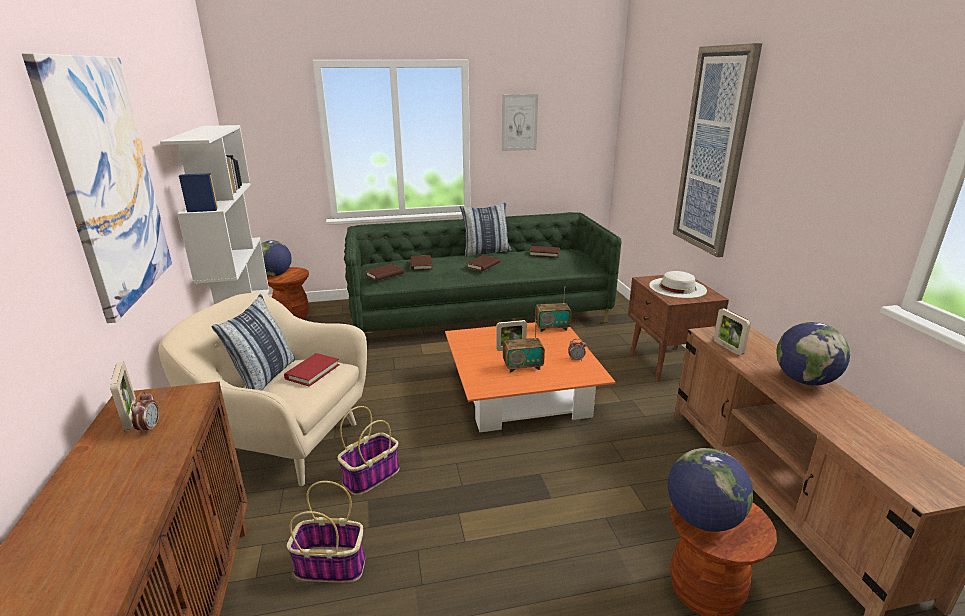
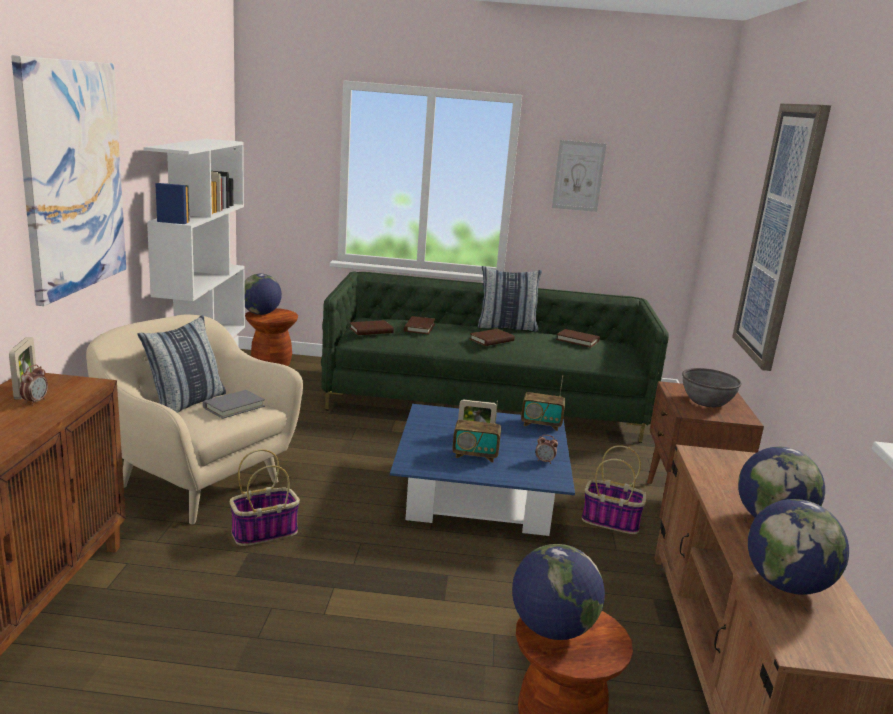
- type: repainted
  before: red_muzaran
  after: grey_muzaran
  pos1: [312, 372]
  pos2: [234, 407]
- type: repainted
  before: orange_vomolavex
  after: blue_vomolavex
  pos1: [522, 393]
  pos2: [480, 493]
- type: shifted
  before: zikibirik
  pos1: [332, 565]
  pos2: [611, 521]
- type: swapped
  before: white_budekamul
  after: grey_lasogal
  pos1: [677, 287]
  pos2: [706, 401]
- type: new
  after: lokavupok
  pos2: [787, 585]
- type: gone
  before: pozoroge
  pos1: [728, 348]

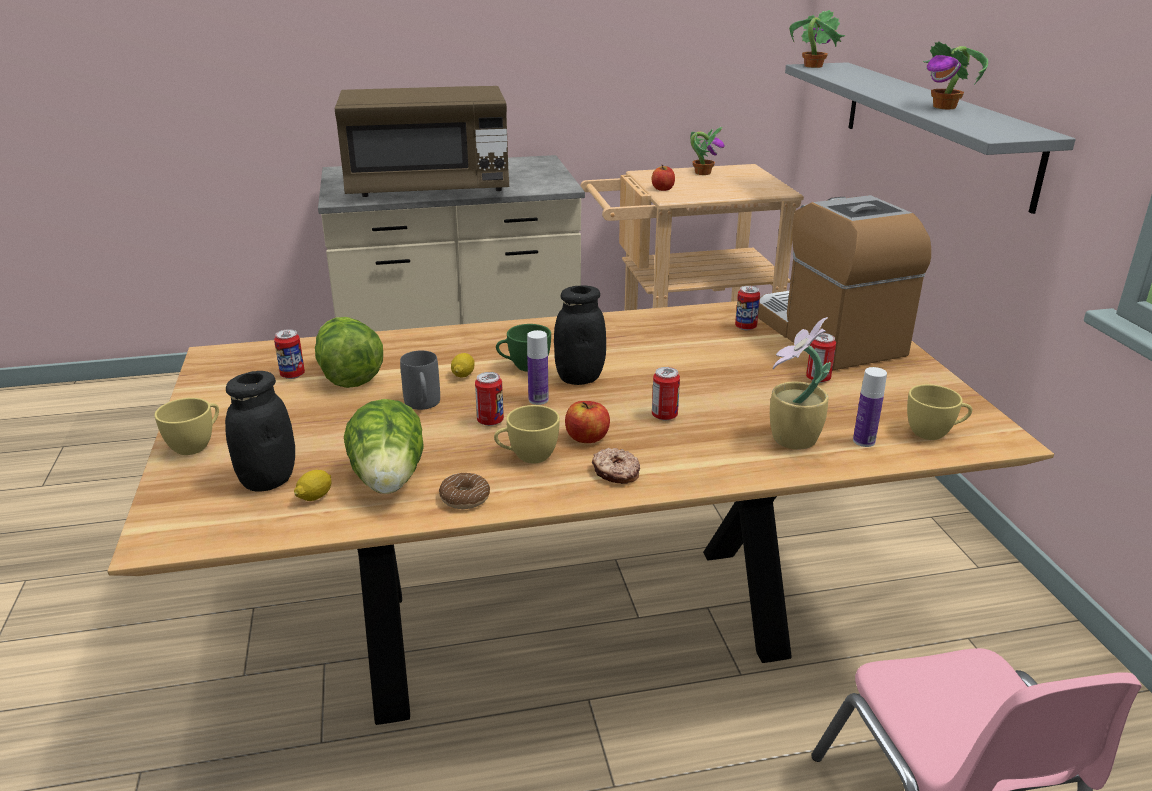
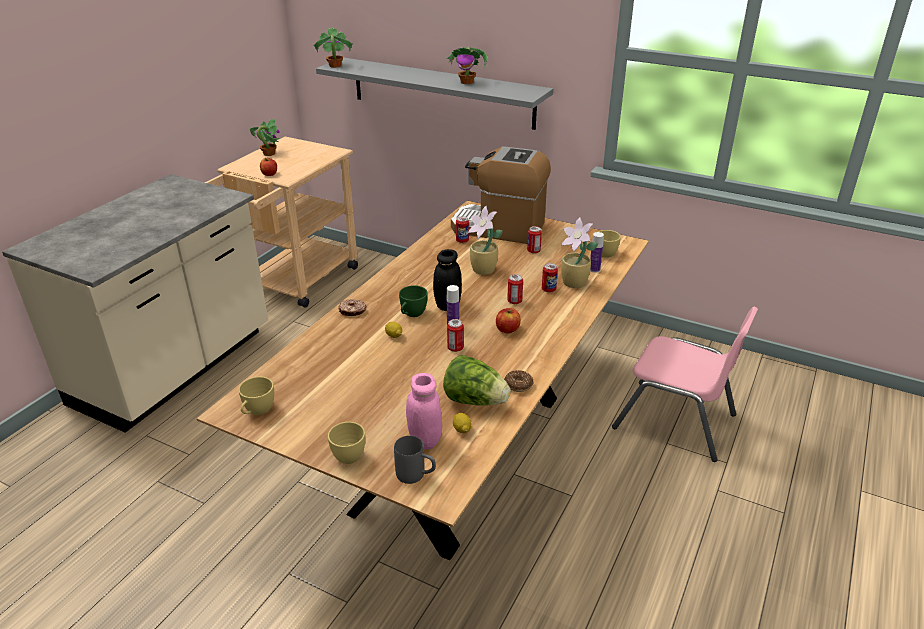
- type: shifted
  before: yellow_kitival
  pos1: [527, 457]
  pos2: [257, 411]
- type: shifted
  before: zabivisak
  pos1: [615, 473]
  pos2: [352, 311]
- type: shifted
  before: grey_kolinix
  pos1: [423, 405]
  pos2: [416, 475]
- type: repainted
  before: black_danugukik
  after: pink_danugukik
  pos1: [268, 480]
  pos2: [425, 440]
- type: new
  after: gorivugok
  pos2: [483, 270]
- type: shifted
  before: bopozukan
  pos1: [292, 375]
  pos2: [548, 290]
- type: gone
  before: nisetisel
  pos1: [348, 375]
- type: gone
  before: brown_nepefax
  pos1: [428, 188]

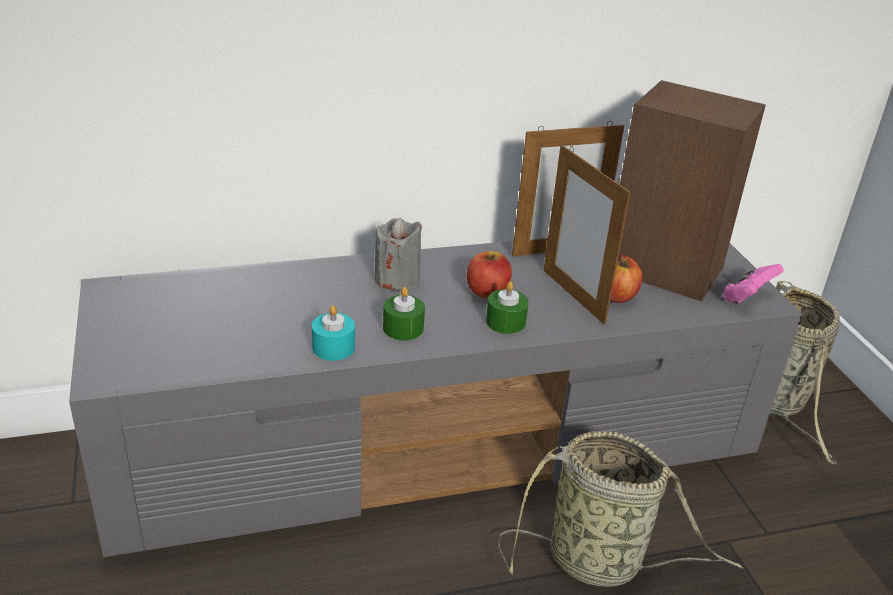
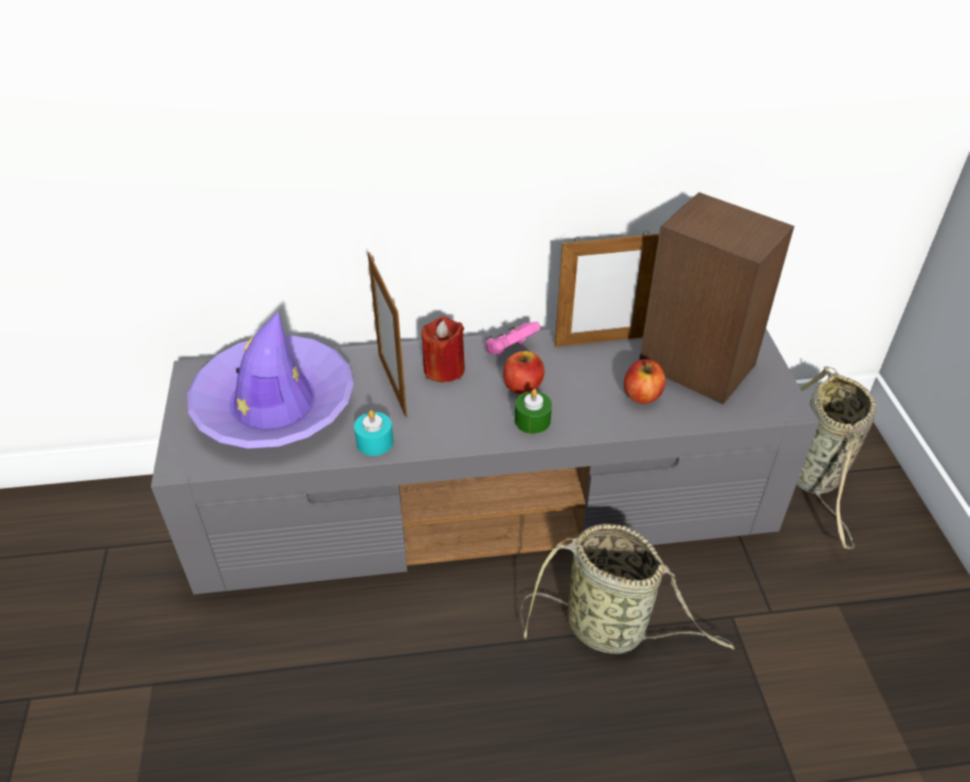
- type: new
  after: purple_budekamul
  pos2: [274, 405]
- type: shifted
  before: pozoroge
  pos1: [573, 296]
  pos2: [392, 385]
- type: repainted
  before: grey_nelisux
  after: red_nelisux
  pos1: [397, 279]
  pos2: [444, 369]
- type: shifted
  before: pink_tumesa
  pos1: [746, 298]
  pos2: [510, 350]
- type: gone
  before: green_nelisux
  pos1: [403, 328]

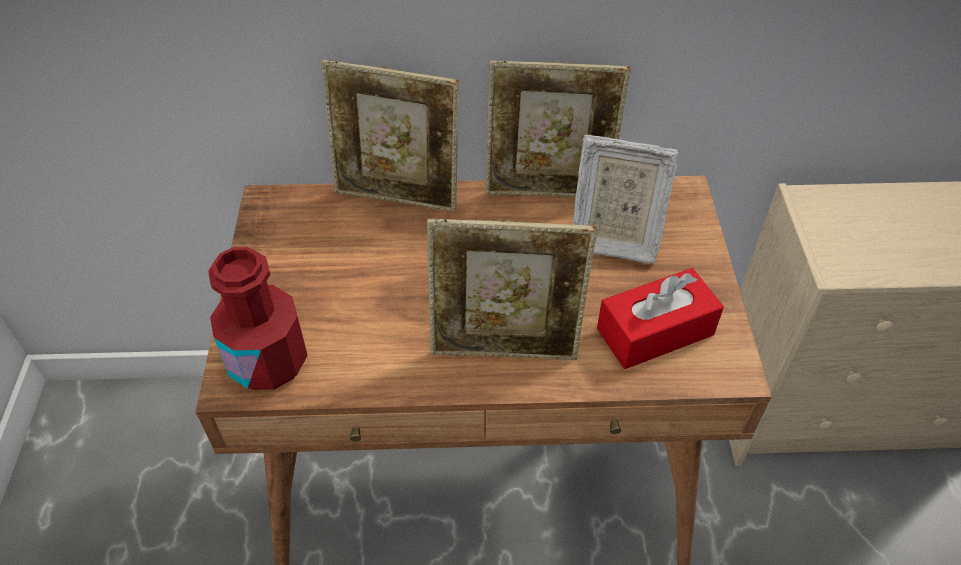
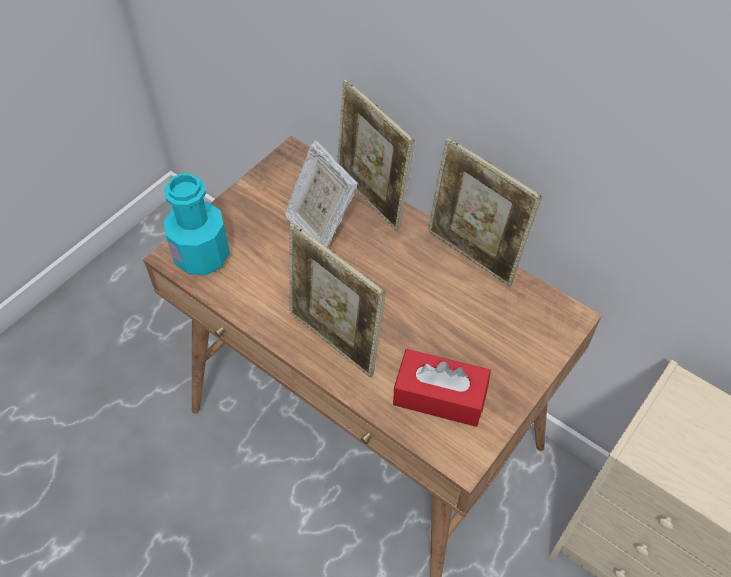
- type: repainted
  before: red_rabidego
  after: turquoise_rabidego
  pos1: [268, 361]
  pos2: [202, 256]
- type: shifted
  before: pozoroge
  pos1: [613, 238]
  pos2: [320, 226]

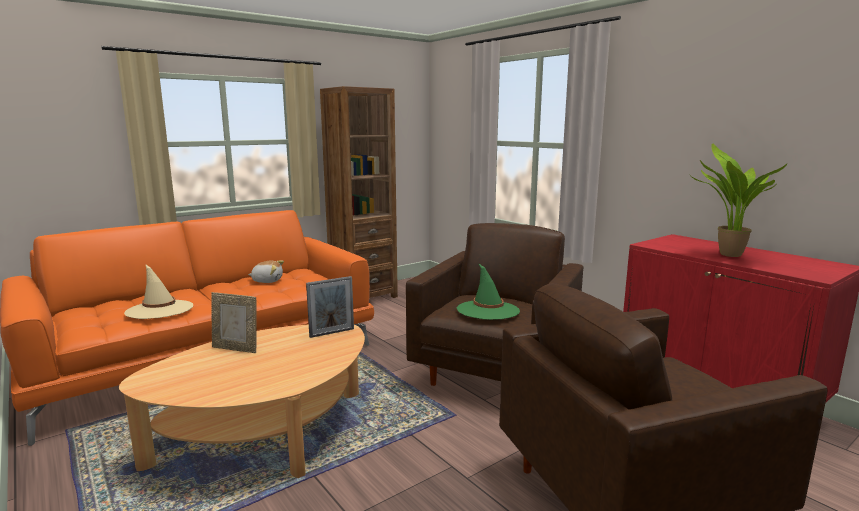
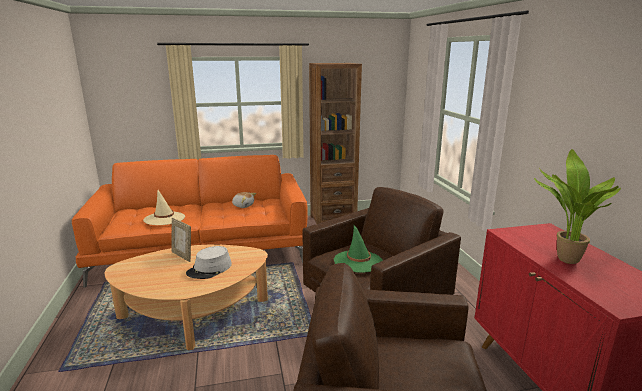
- type: new
  after: grey_budekamul
  pos2: [209, 269]
- type: gone
  before: pozoroge
  pos1: [332, 333]

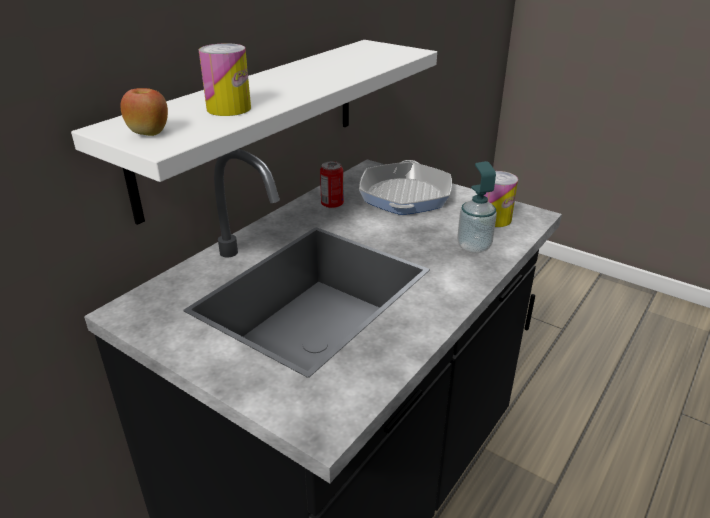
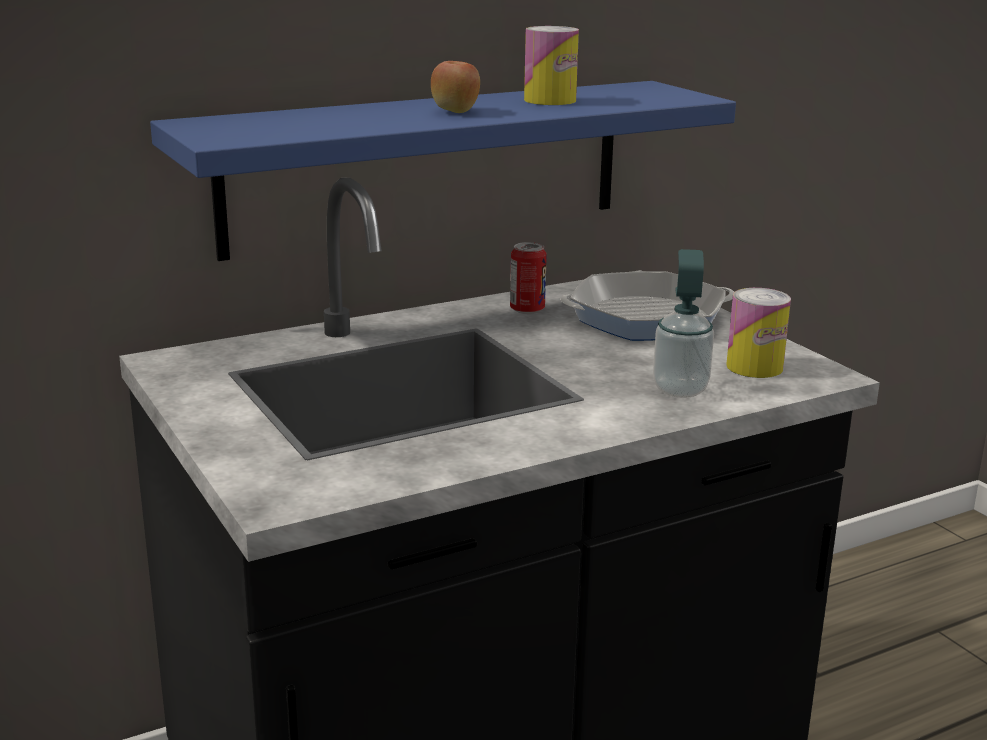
- type: repainted
  before: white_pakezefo
  after: blue_pakezefo
  pos1: [254, 122]
  pos2: [427, 166]
- type: shifted
  before: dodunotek
  pos1: [149, 133]
  pos2: [455, 111]
- type: shifted
  before: bopozukan
  pos1: [229, 108]
  pos2: [550, 100]
- type: rotated
  before: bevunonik
  pos1: [405, 195]
  pos2: [647, 318]
  turn: 45

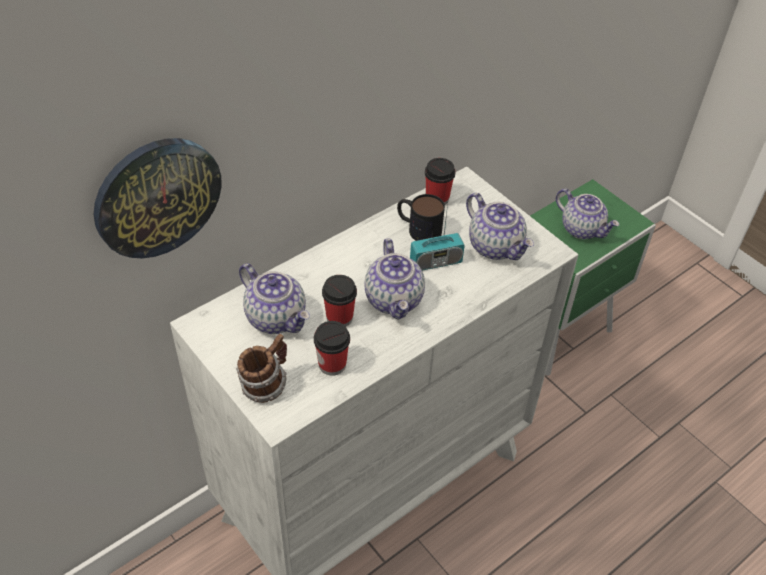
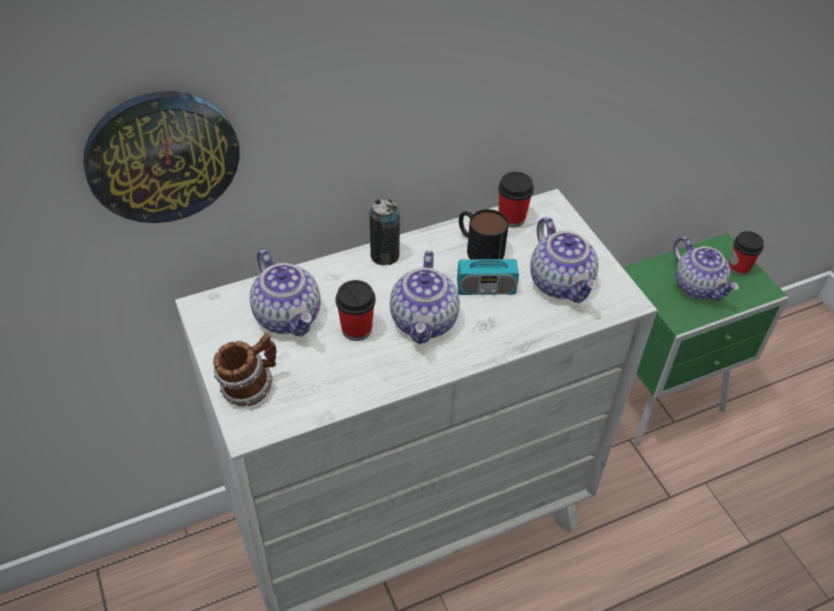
- type: new
  after: bopozukan
  pos2: [385, 255]
- type: shifted
  before: kitival
  pos1: [332, 364]
  pos2: [738, 268]

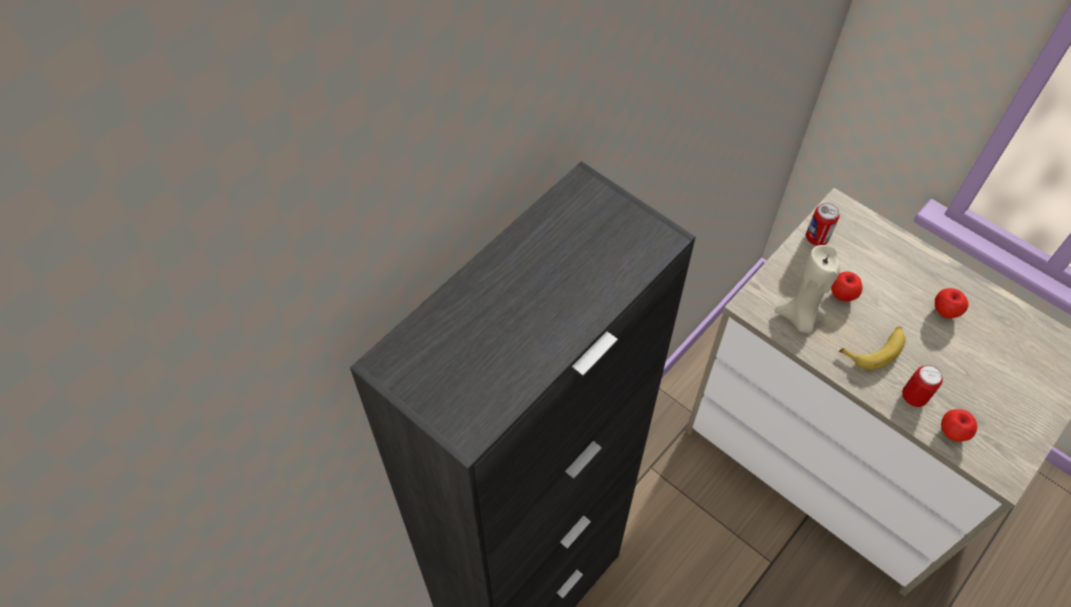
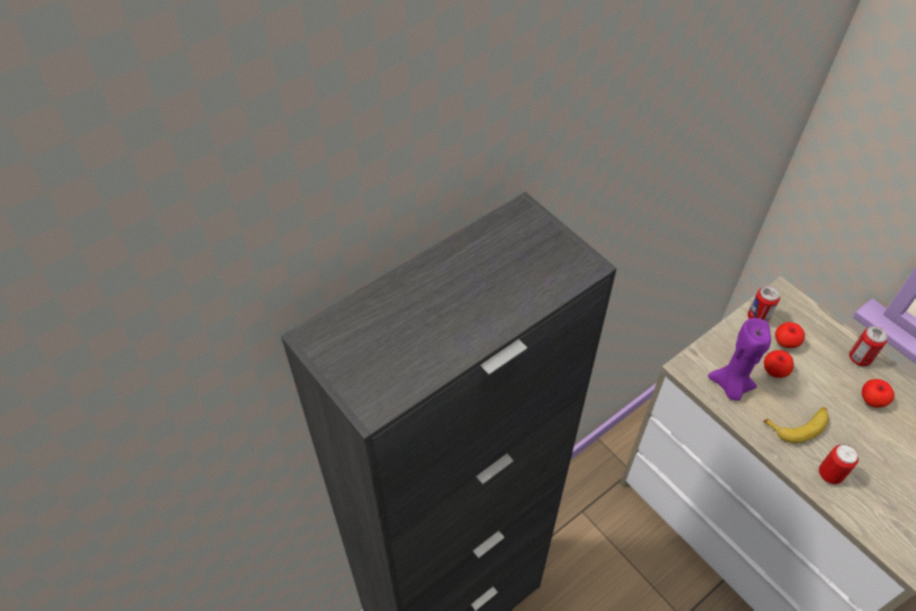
- type: repainted
  before: beige_nelisux
  after: purple_nelisux
  pos1: [800, 318]
  pos2: [731, 386]
- type: shifted
  before: dodunotek
  pos1: [952, 432]
  pos2: [785, 343]
- type: new
  after: bopozukan
  pos2: [859, 358]

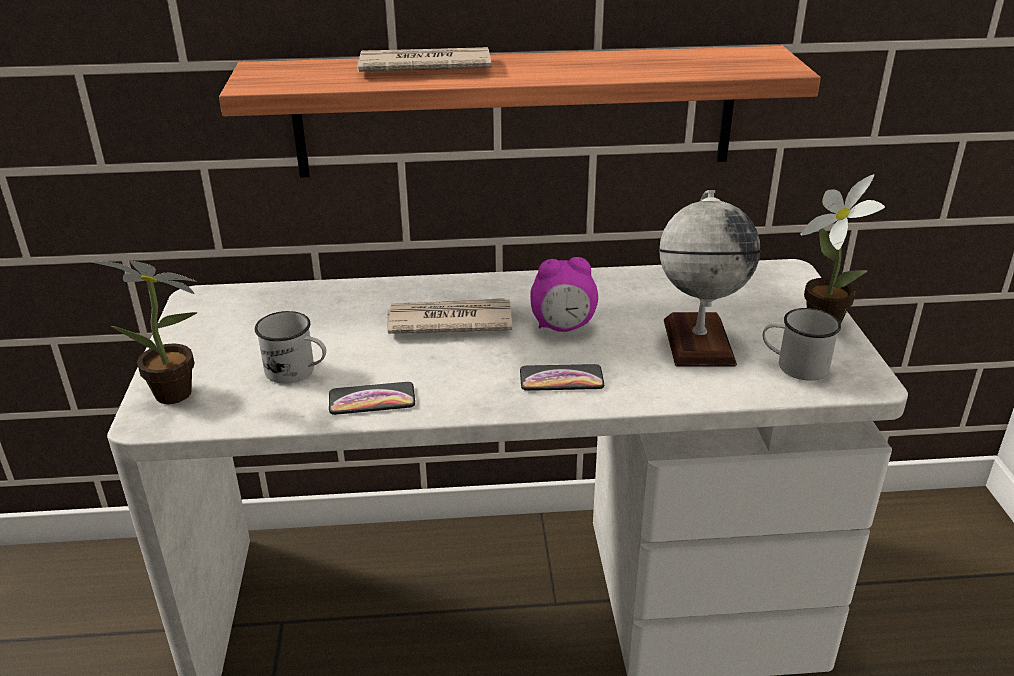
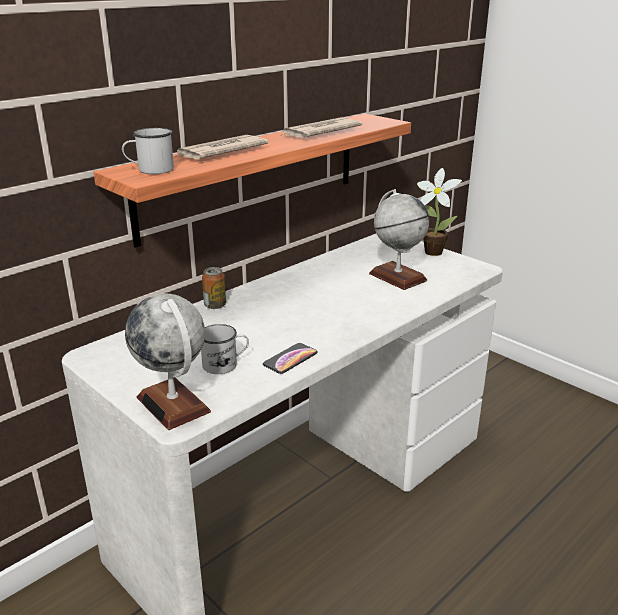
- type: shifted
  before: white_kolinix
  pos1: [794, 366]
  pos2: [150, 170]
- type: swapped
  before: gorivugok
  after: lokavupok
  pos1: [178, 395]
  pos2: [173, 404]
- type: new
  after: bopozukan
  pos2: [215, 305]
- type: shifted
  before: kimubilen
  pos1: [448, 321]
  pos2: [319, 132]
- type: gone
  before: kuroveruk
  pos1: [561, 379]
- type: gone
  before: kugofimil
  pos1: [563, 327]

